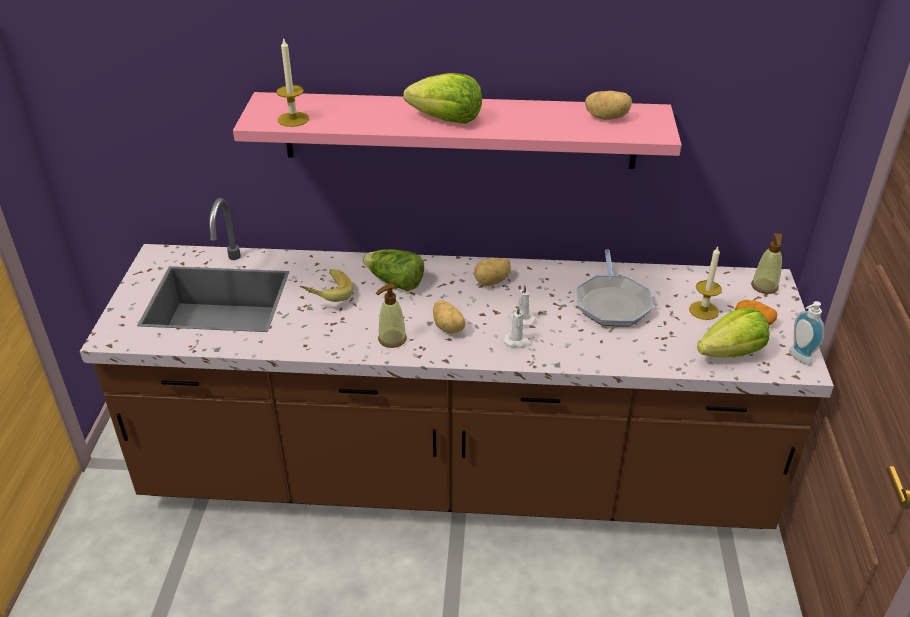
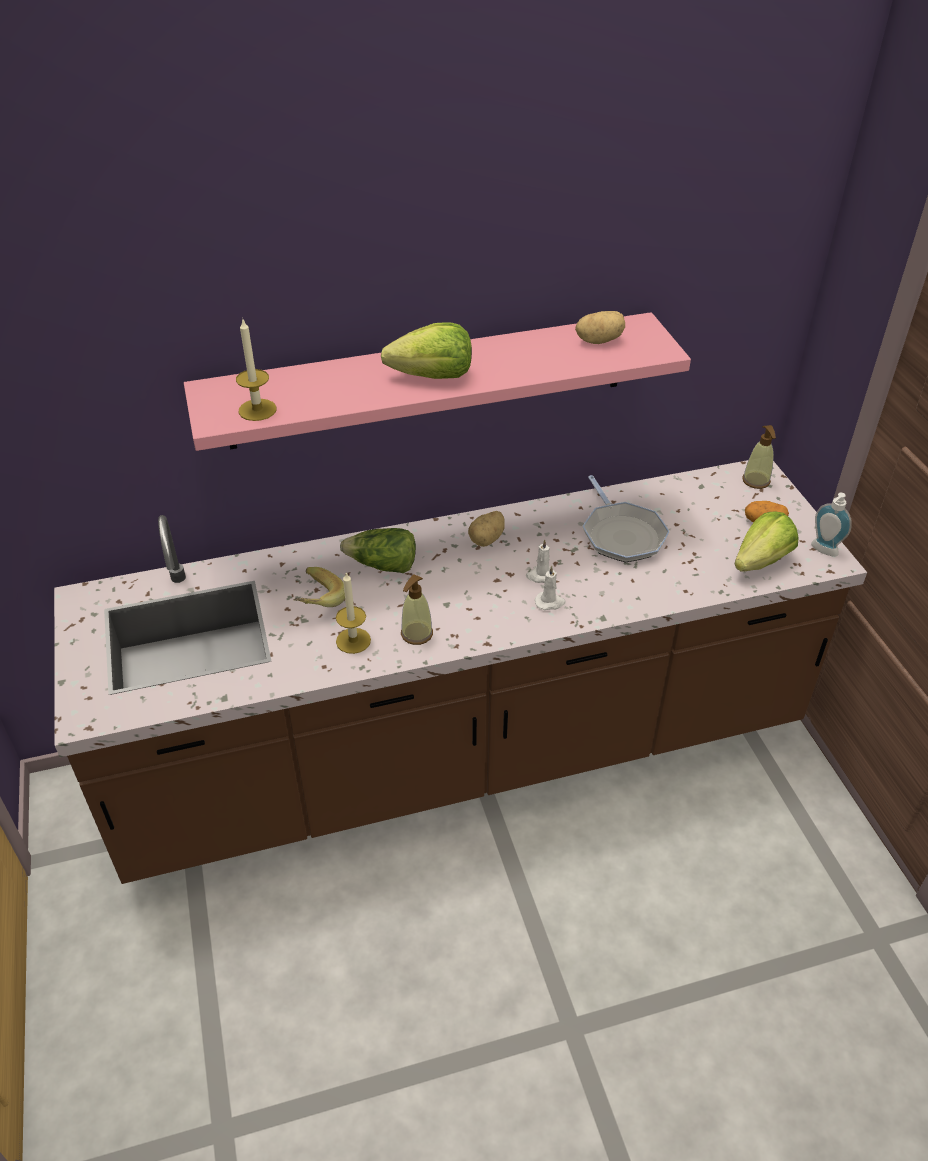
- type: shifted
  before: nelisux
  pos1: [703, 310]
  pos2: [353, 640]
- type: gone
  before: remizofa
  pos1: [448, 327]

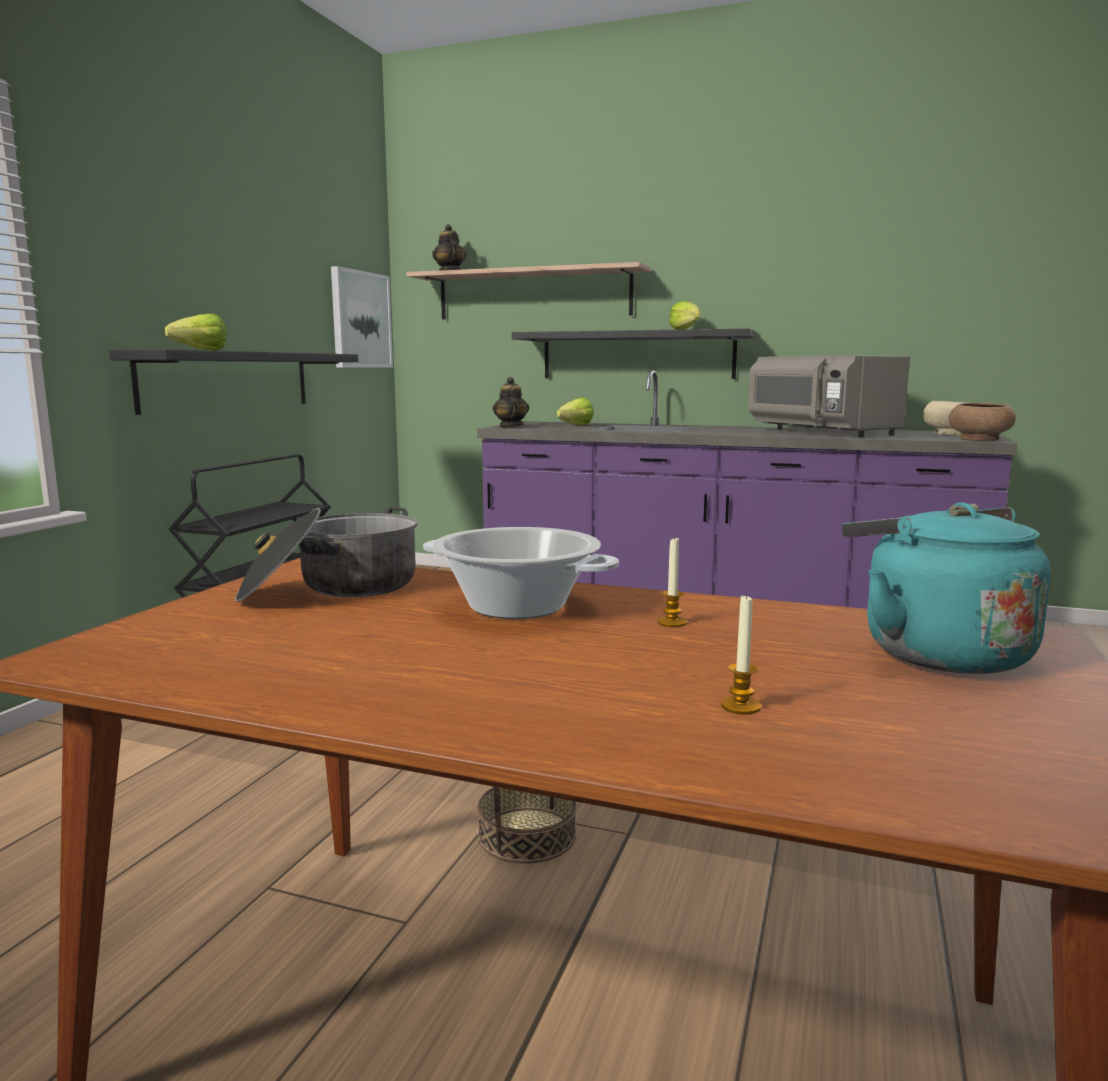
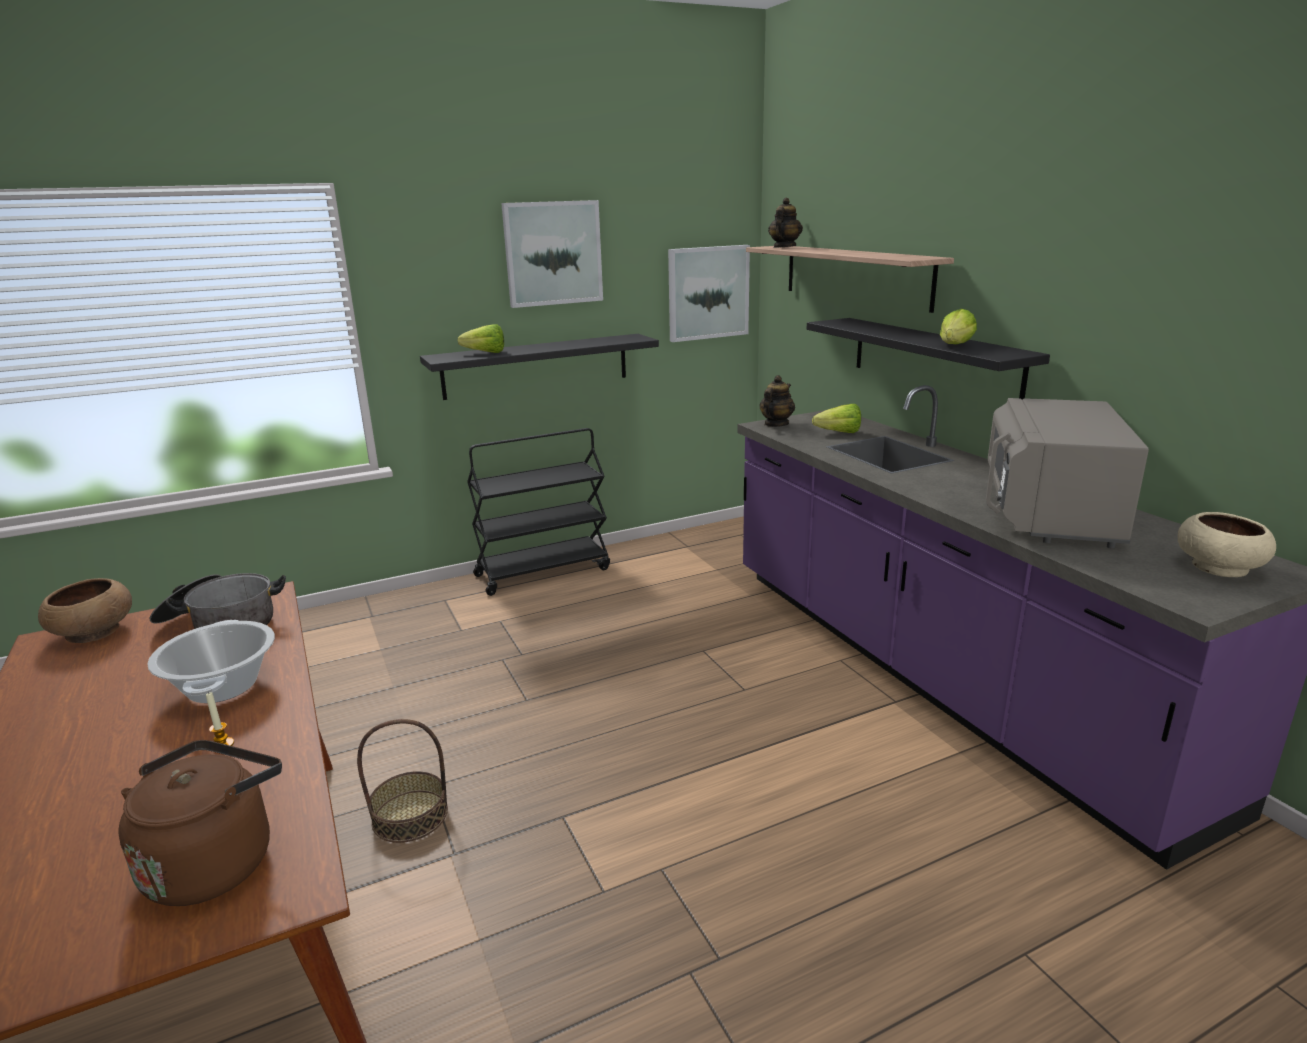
- type: shifted
  before: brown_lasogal
  pos1: [980, 440]
  pos2: [93, 633]
- type: repainted
  before: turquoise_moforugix
  after: brown_moforugix
  pos1: [935, 652]
  pos2: [215, 861]
- type: new
  after: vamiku
  pos2: [553, 253]
- type: gone
  before: nelisux
  pos1: [740, 706]

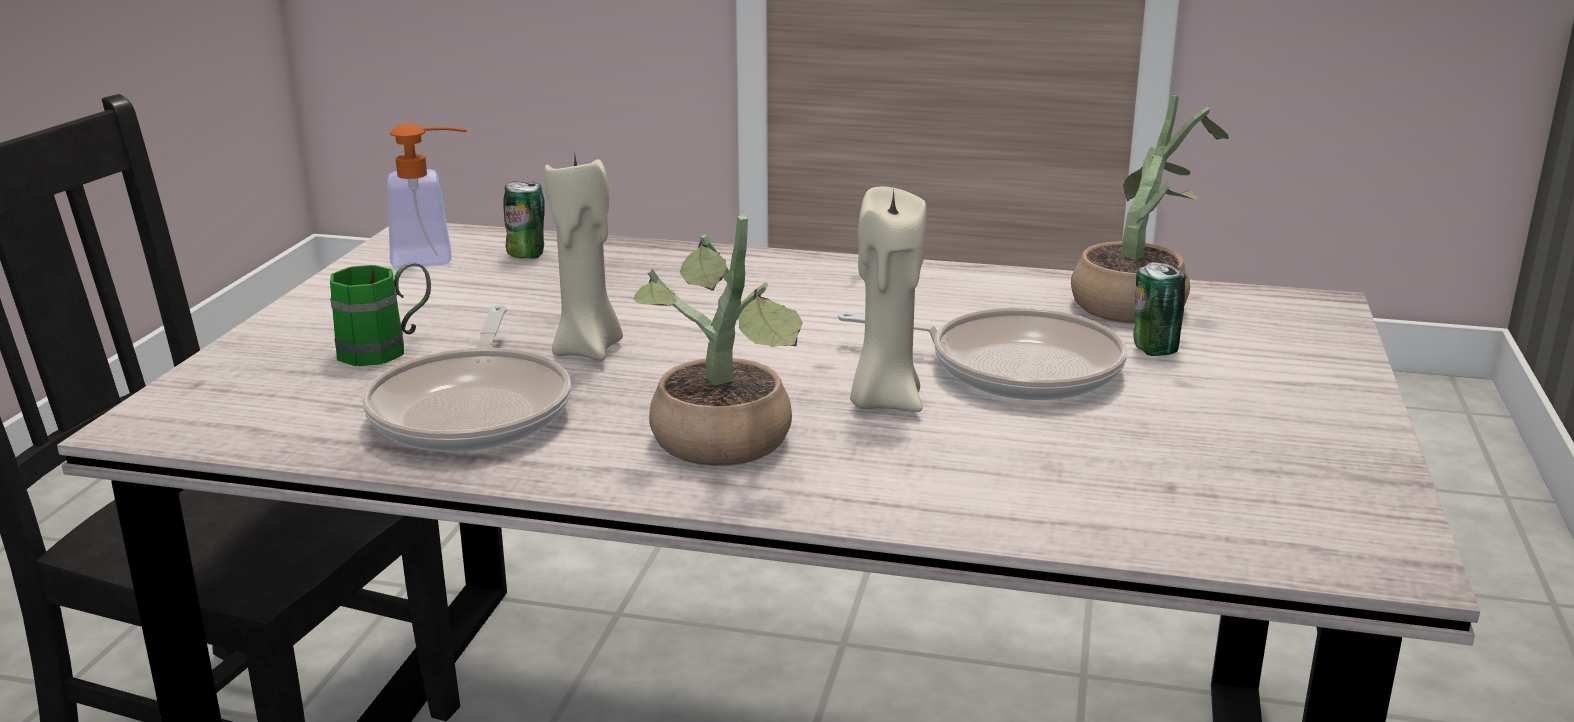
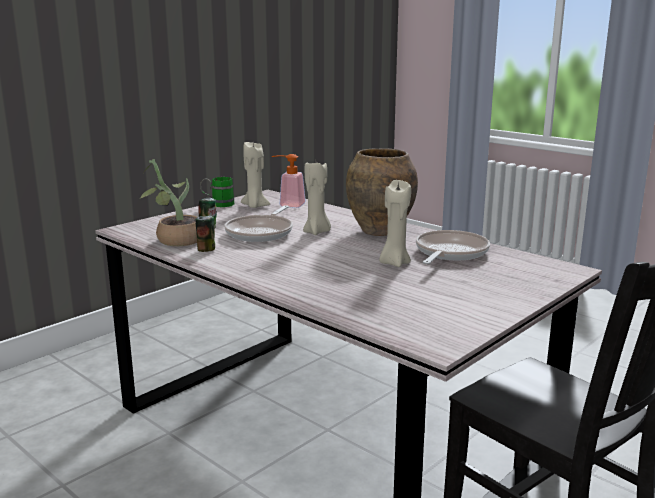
- type: shifted
  before: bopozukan
  pos1: [526, 254]
  pos2: [206, 250]
- type: shifted
  before: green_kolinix
  pos1: [387, 348]
  pos2: [217, 204]
- type: rotated
  before: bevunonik
  pos1: [1013, 367]
  pos2: [261, 232]
  turn: -120
- type: new
  after: beige_nelisux
  pos2: [255, 206]
- type: shifted
  before: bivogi
  pos1: [435, 258]
  pos2: [287, 204]
- type: swapped
  before: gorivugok
  after: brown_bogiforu
  pos1: [725, 448]
  pos2: [379, 231]

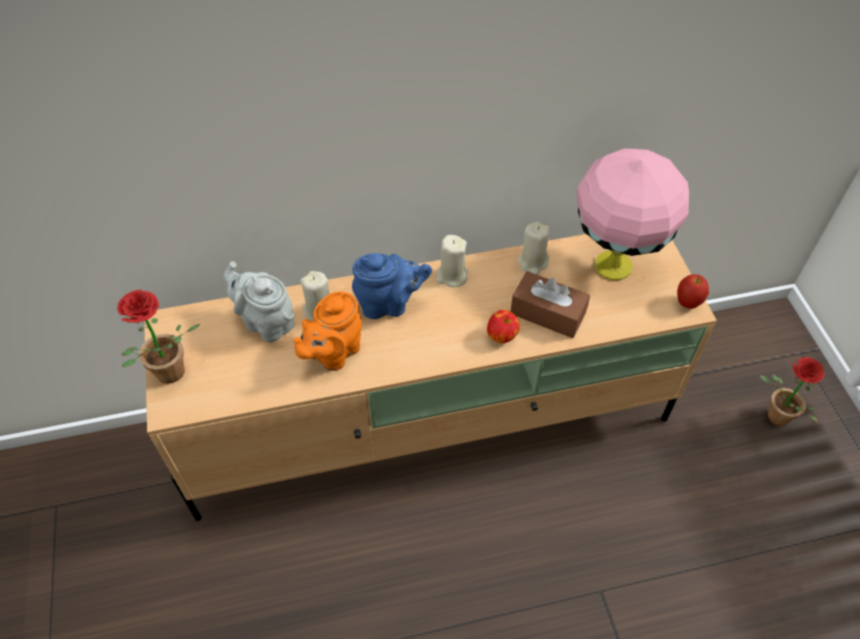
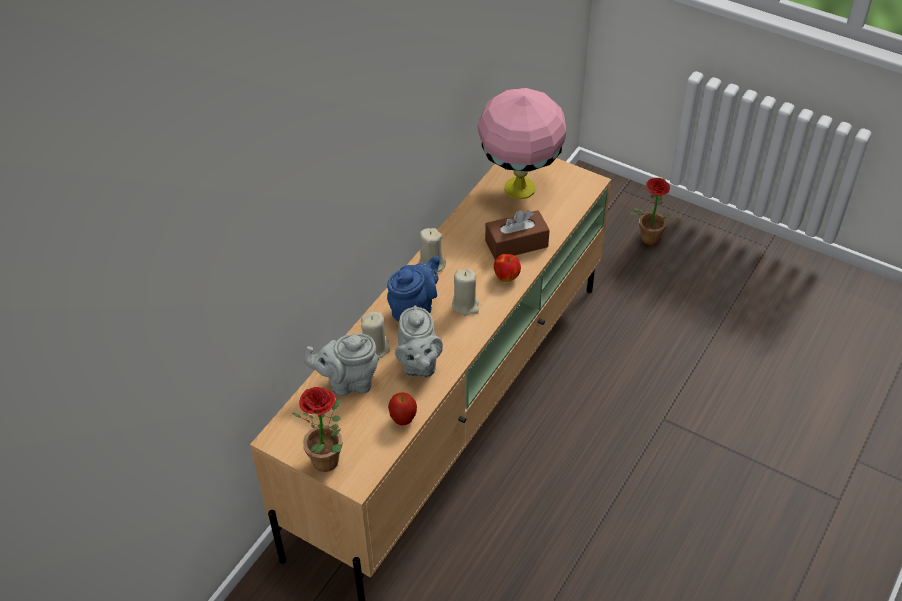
- type: shifted
  before: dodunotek
  pos1: [687, 303]
  pos2: [403, 419]
- type: repainted
  before: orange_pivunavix
  after: grey_pivunavix
  pos1: [333, 353]
  pos2: [418, 365]
- type: shifted
  before: beige_nelisux
  pos1: [533, 262]
  pos2: [465, 305]

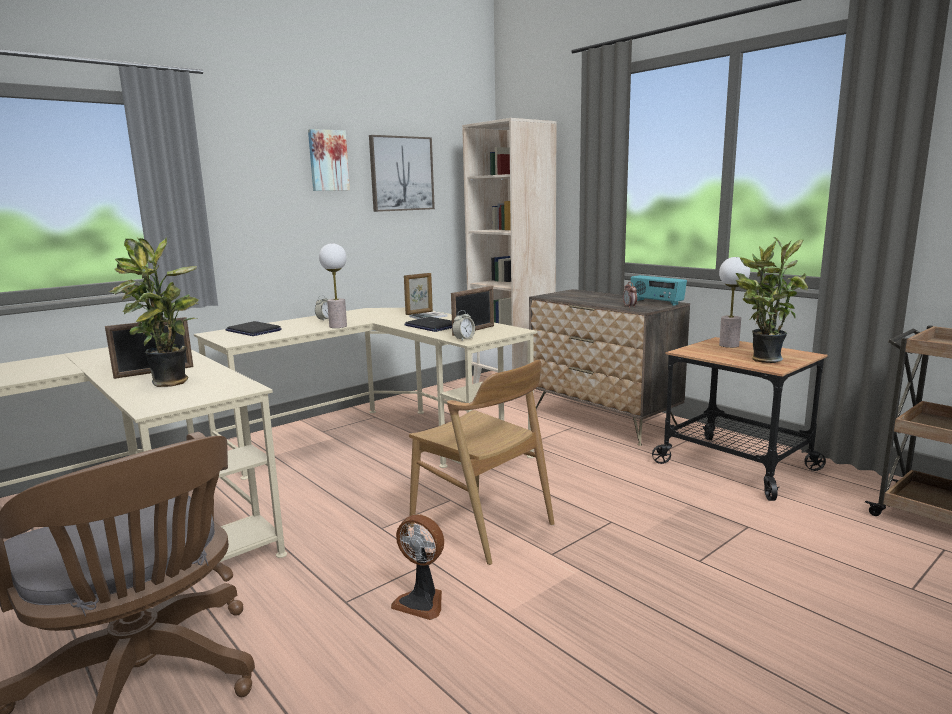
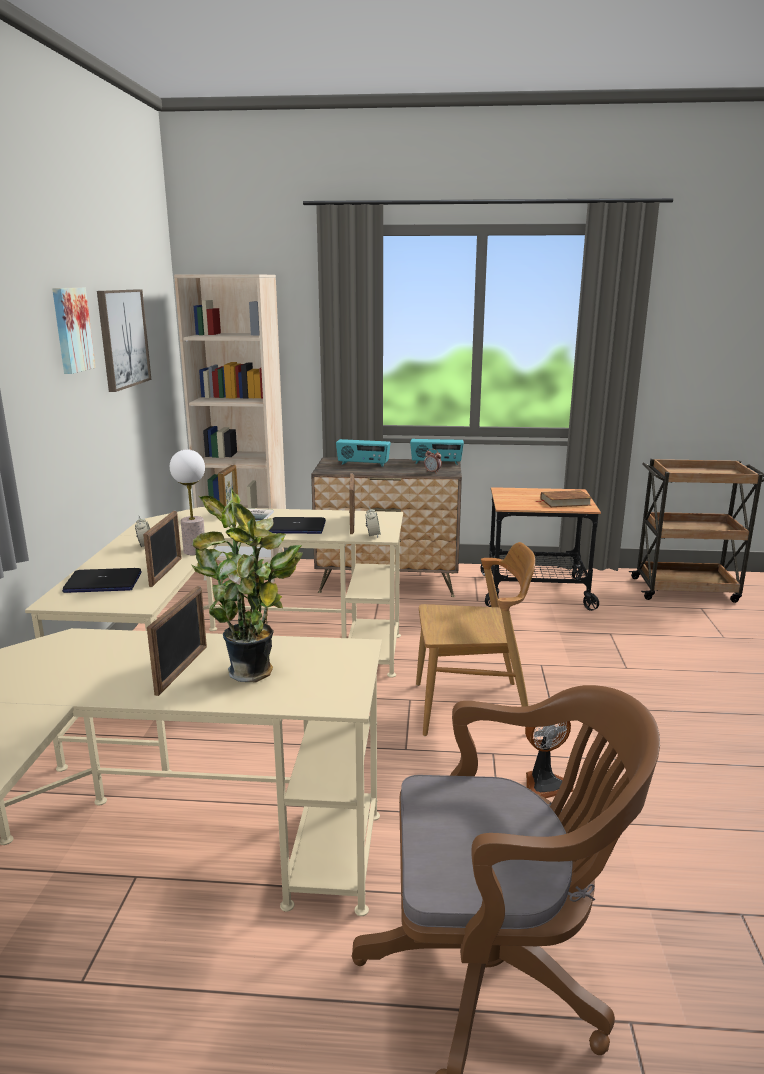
- type: new
  after: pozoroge
  pos2: [166, 572]
- type: new
  after: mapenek
  pos2: [363, 464]
- type: swapped
  before: gorivugok
  after: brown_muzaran
  pos1: [762, 359]
  pos2: [565, 502]
- type: gone
  before: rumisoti
  pos1: [729, 345]

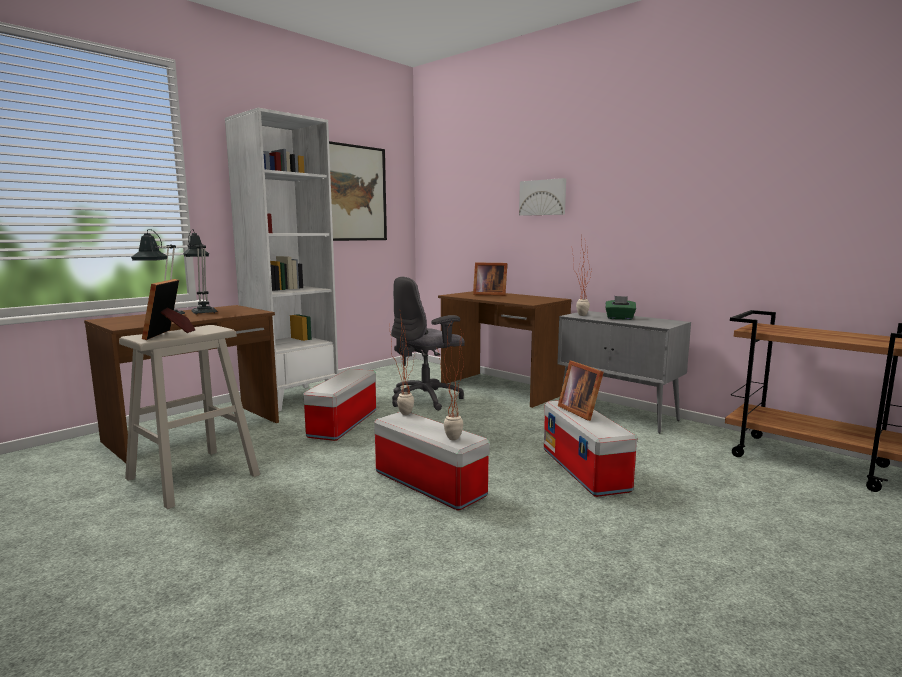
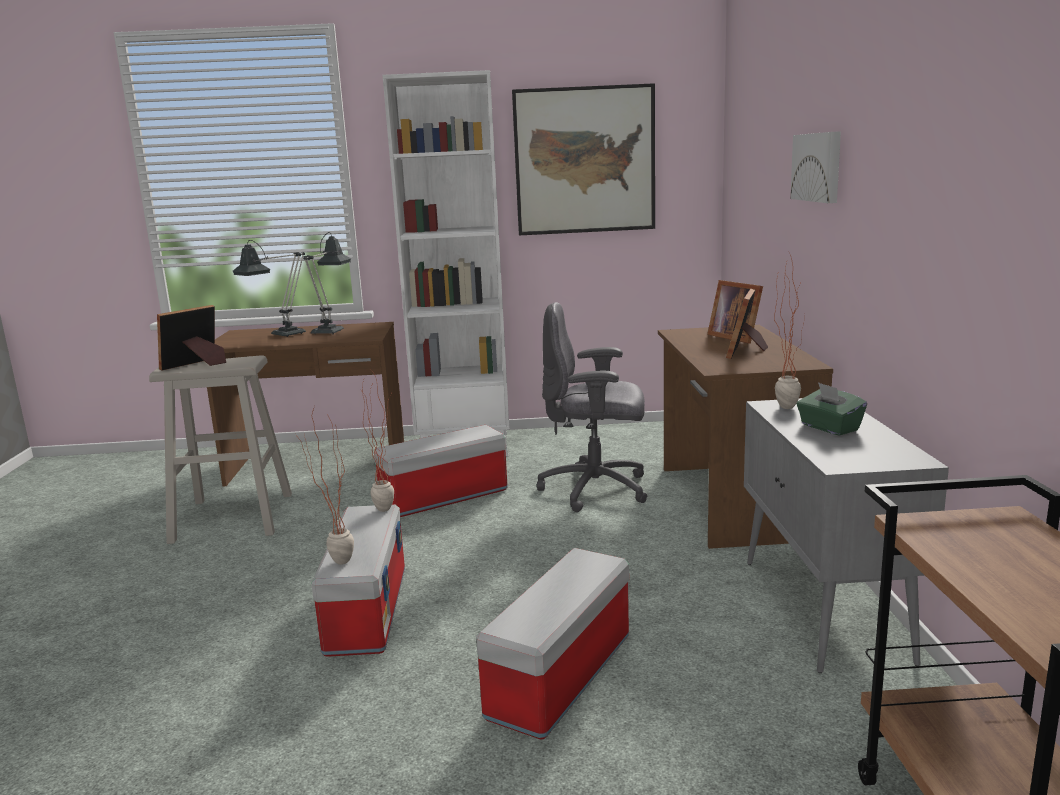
- type: shifted
  before: pozoroge
  pos1: [580, 411]
  pos2: [745, 352]

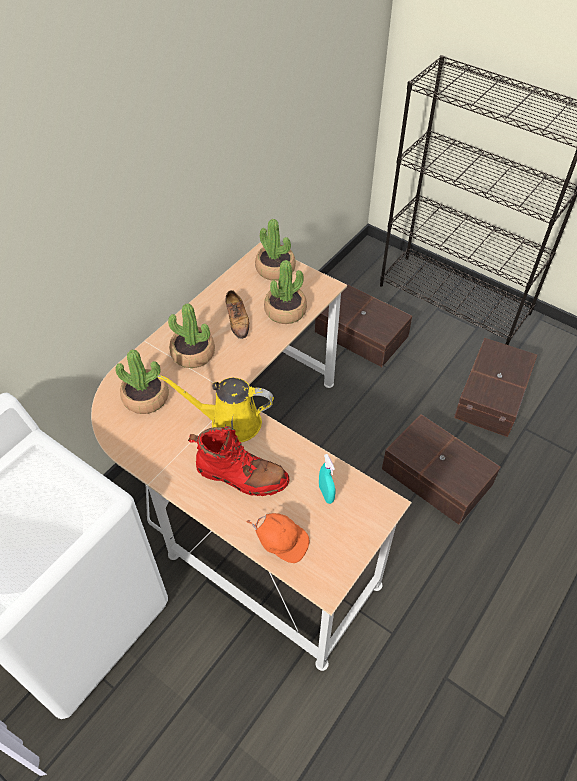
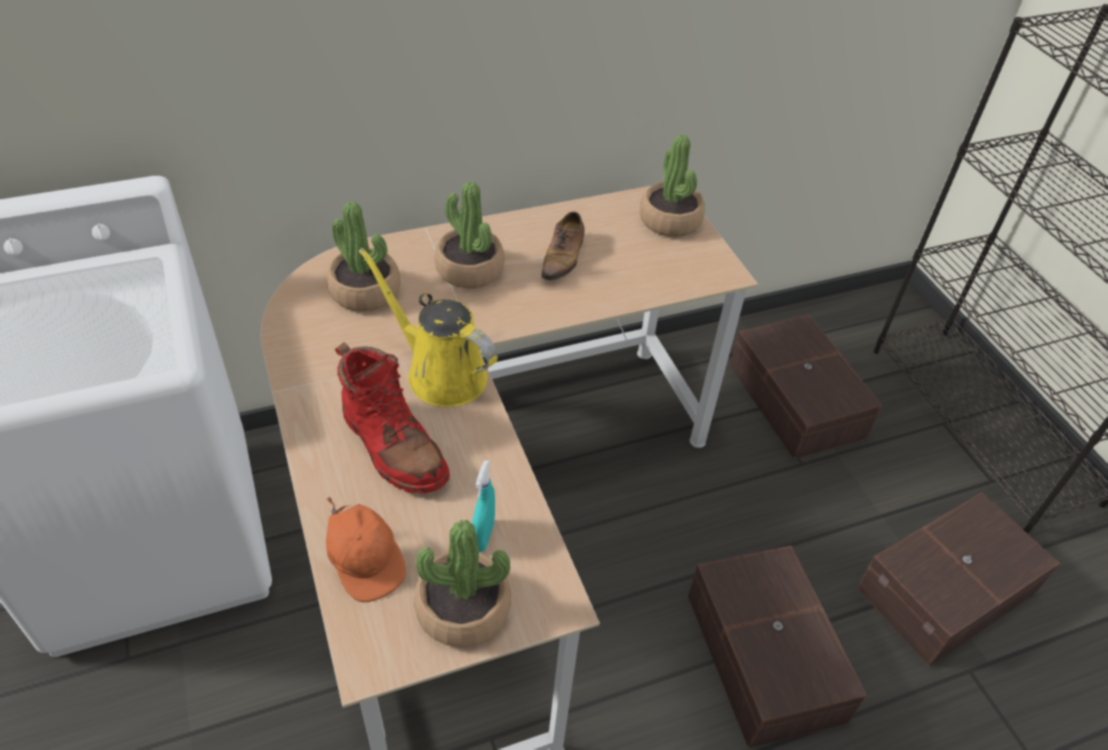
- type: shifted
  before: gorivugok
  pos1: [285, 311]
  pos2: [463, 608]

